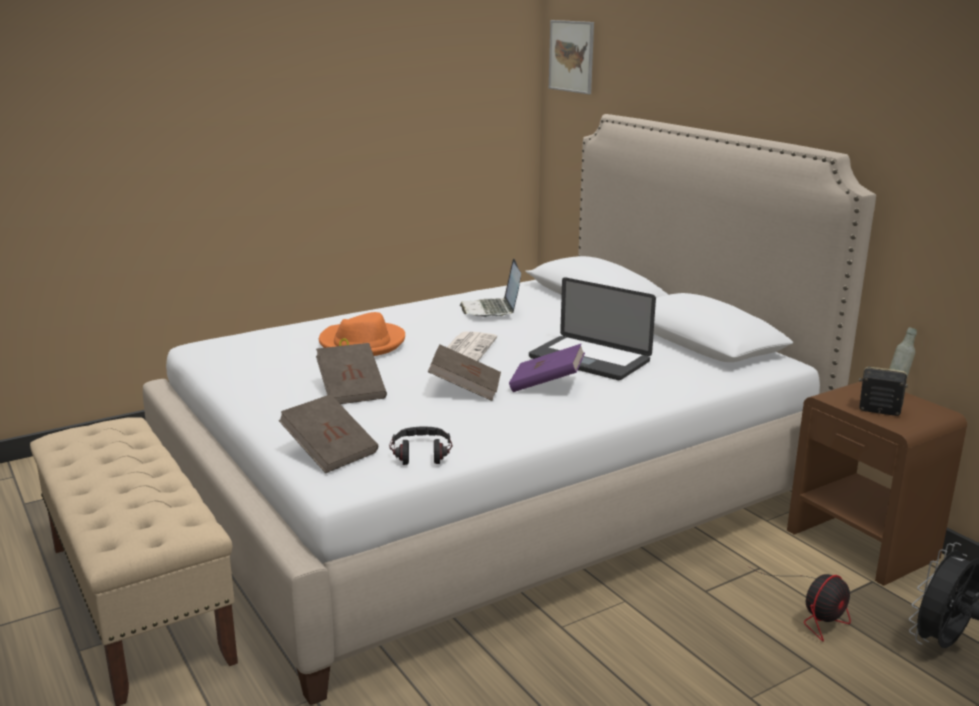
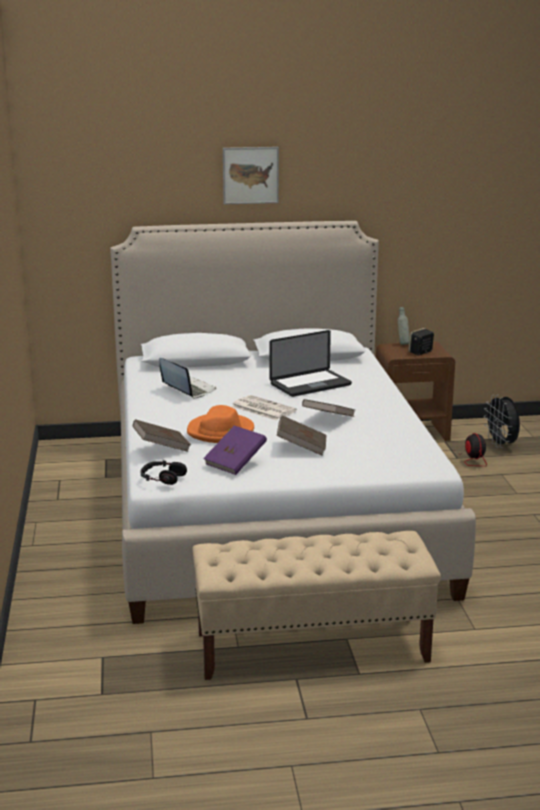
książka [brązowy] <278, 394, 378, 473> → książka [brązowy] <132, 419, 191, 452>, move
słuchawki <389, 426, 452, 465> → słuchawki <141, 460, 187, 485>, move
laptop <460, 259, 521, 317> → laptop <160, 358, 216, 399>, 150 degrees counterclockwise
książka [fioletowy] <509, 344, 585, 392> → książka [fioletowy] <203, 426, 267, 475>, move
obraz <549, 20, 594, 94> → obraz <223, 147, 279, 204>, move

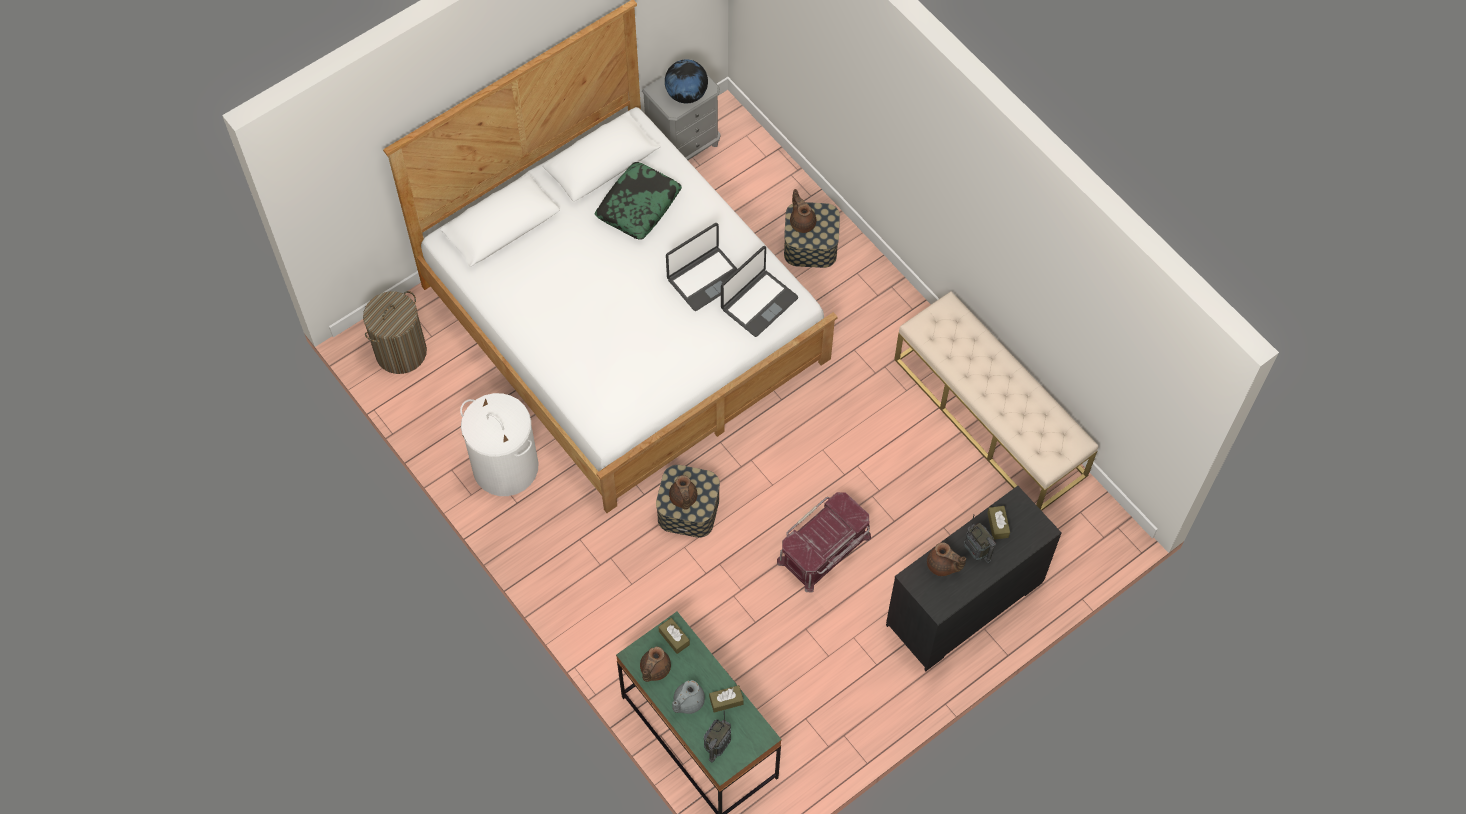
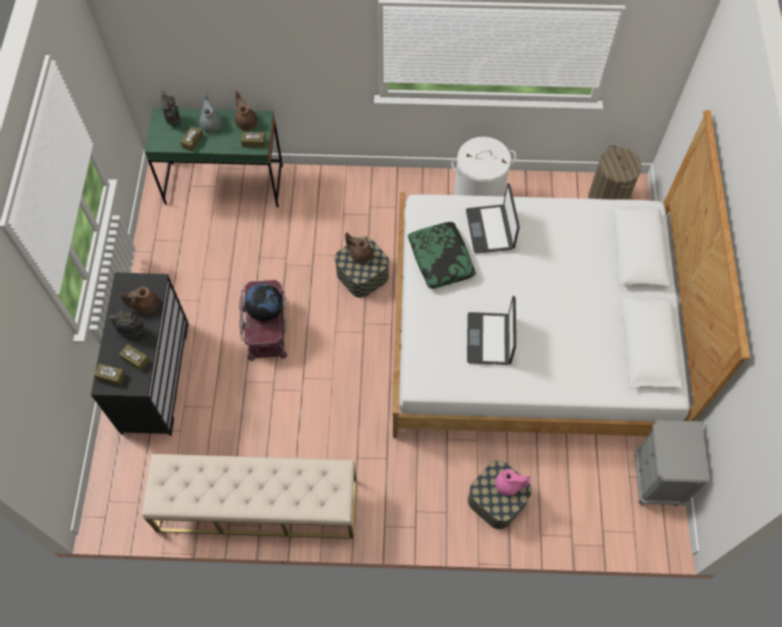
- → pudełko chusteczek [brązowy] <94, 363, 126, 386>
globus <665, 59, 708, 104> → globus <245, 284, 283, 321>, move
poduszka <594, 162, 682, 240> → poduszka <408, 222, 476, 289>, move
laptop <721, 246, 798, 337> → laptop <466, 183, 520, 254>, move
imbryk [brązowy] <790, 189, 816, 233> → imbryk [różowy] <495, 469, 531, 496>

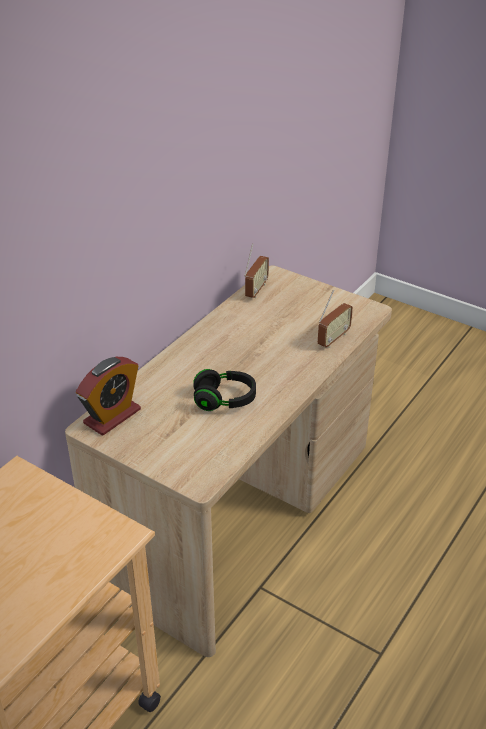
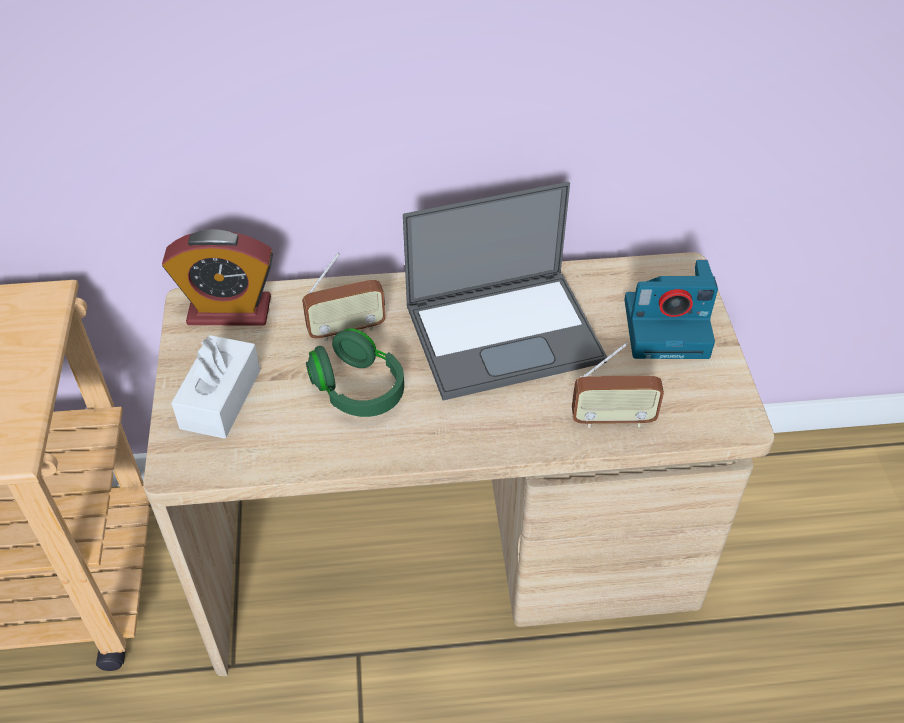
- → pudełko chusteczek [biały] <171, 335, 260, 439>
radio <244, 244, 269, 298> → radio <302, 253, 386, 341>, move
słuchawki [czarny] <193, 369, 256, 411> → słuchawki [zielony] <306, 328, 404, 417>
- → laptop <403, 182, 607, 401>
- → aparat fotograficzny <624, 260, 718, 359>

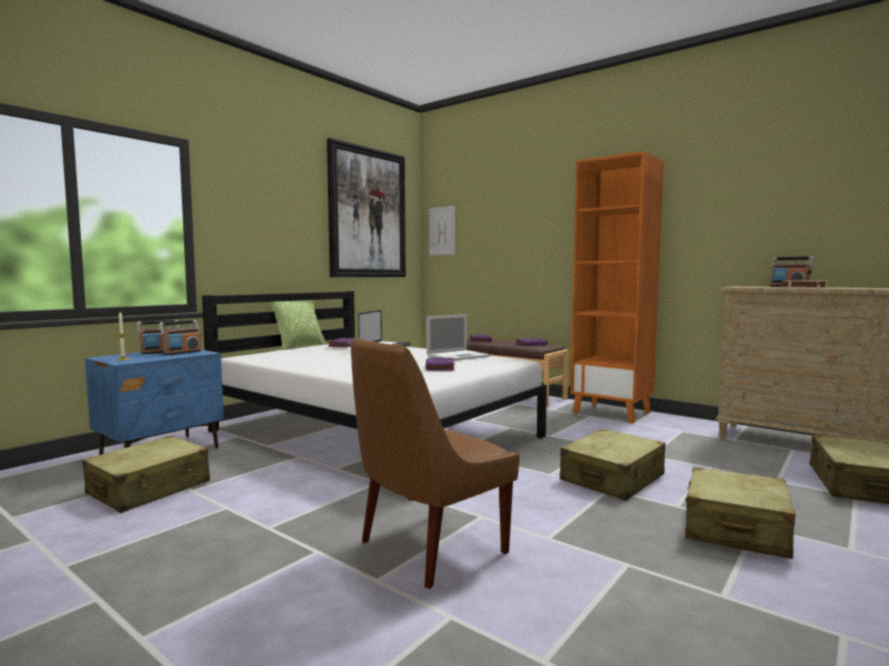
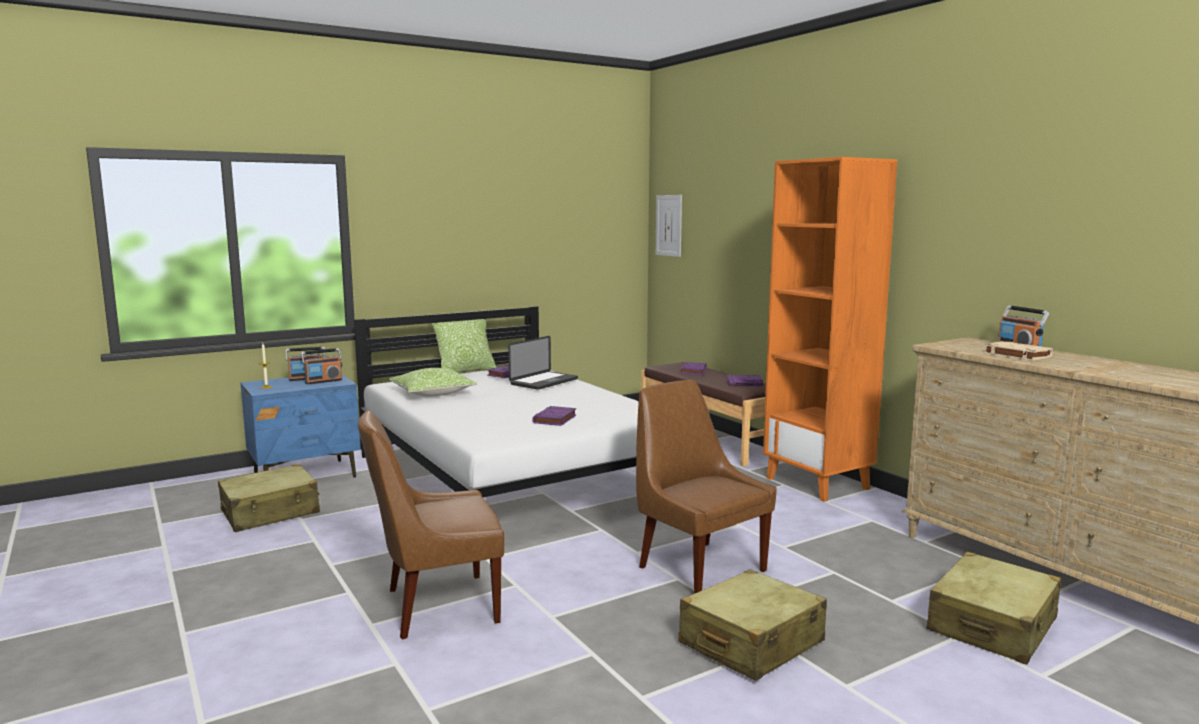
- → poduszka <389, 368, 477, 396>
walizka [beżowy] <560, 429, 665, 501> → krzesło [brązowy] <636, 380, 777, 594>
obraz <327, 138, 406, 277> → -
laptop <427, 314, 490, 361> → -

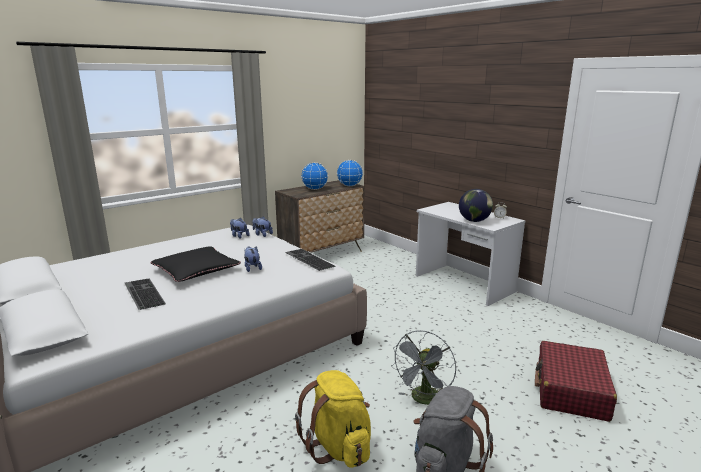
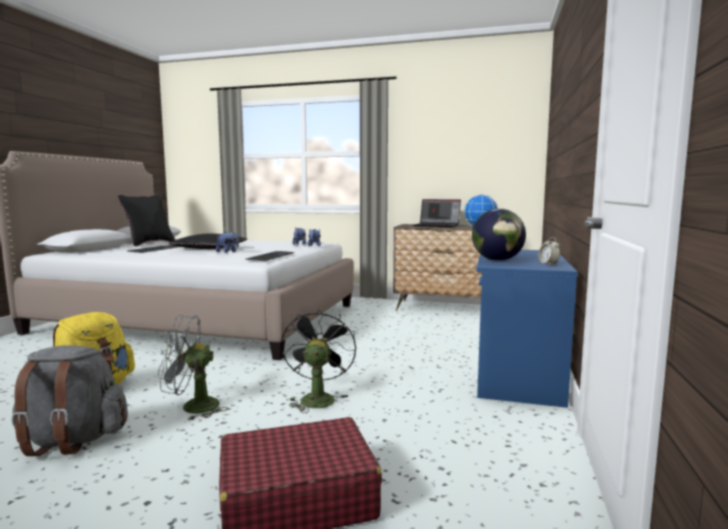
- → poduszka [czarny] <117, 194, 175, 246>
- → wentylator [czarny] <281, 308, 356, 413>
globus <302, 162, 328, 190> → laptop <413, 199, 461, 227>
biurko [biały] <416, 202, 525, 306> → biurko [niebieski] <476, 250, 578, 408>

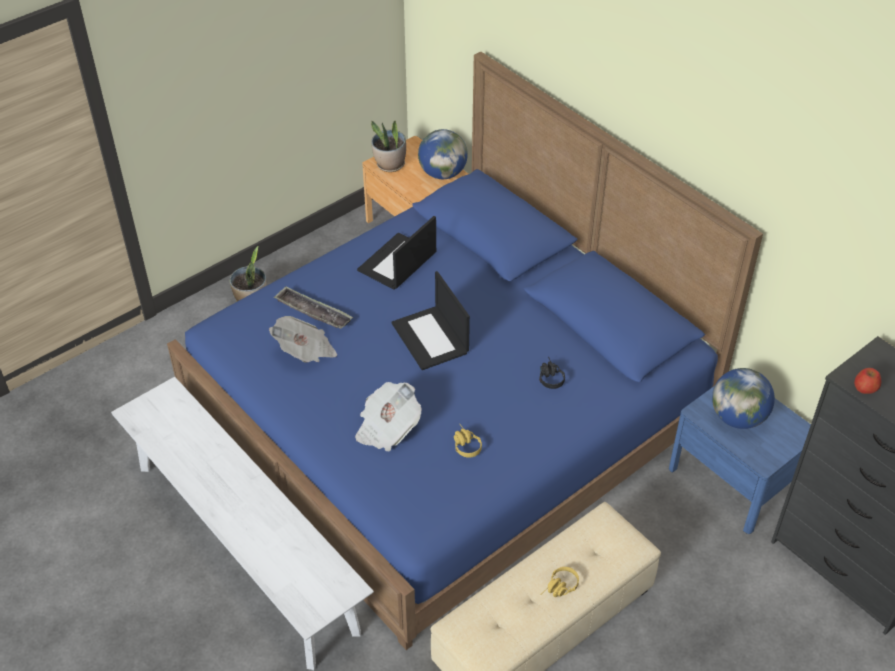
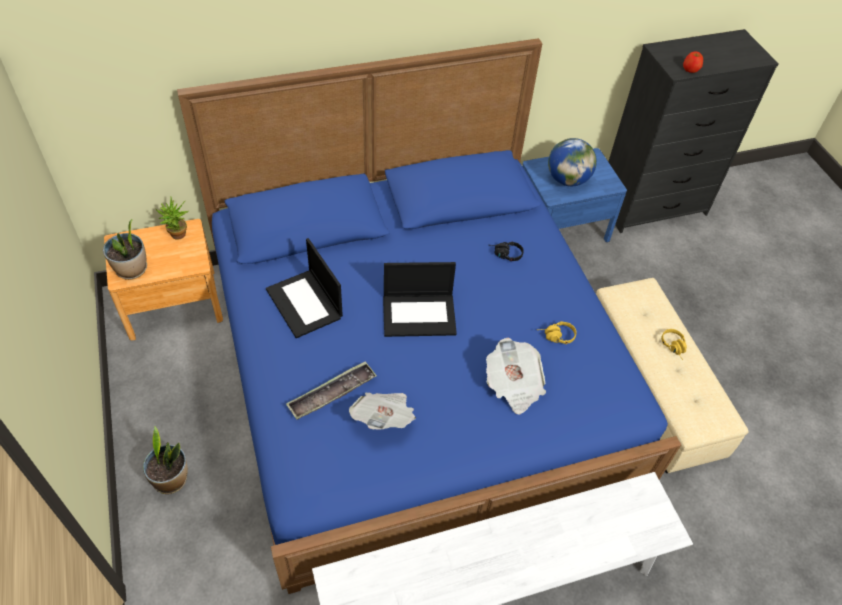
globus <418, 129, 468, 179> → roślina doniczkowa <156, 197, 189, 240>

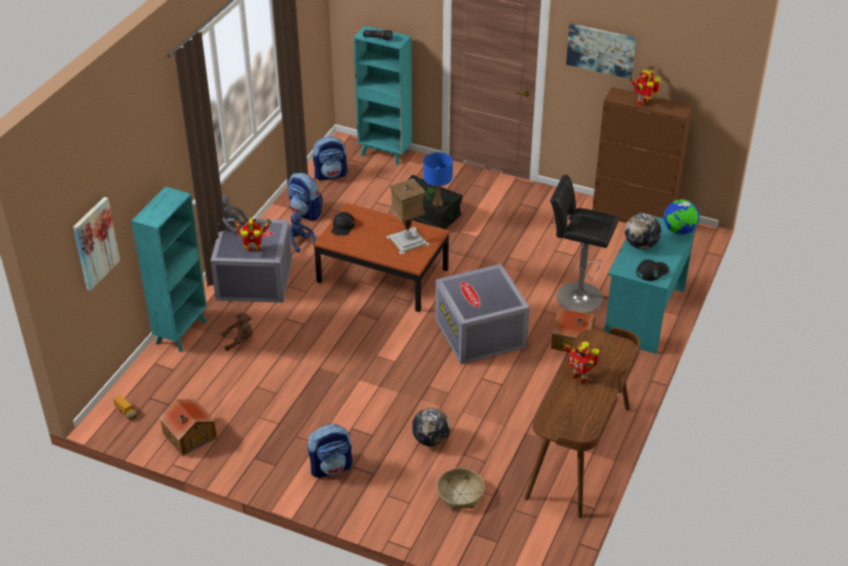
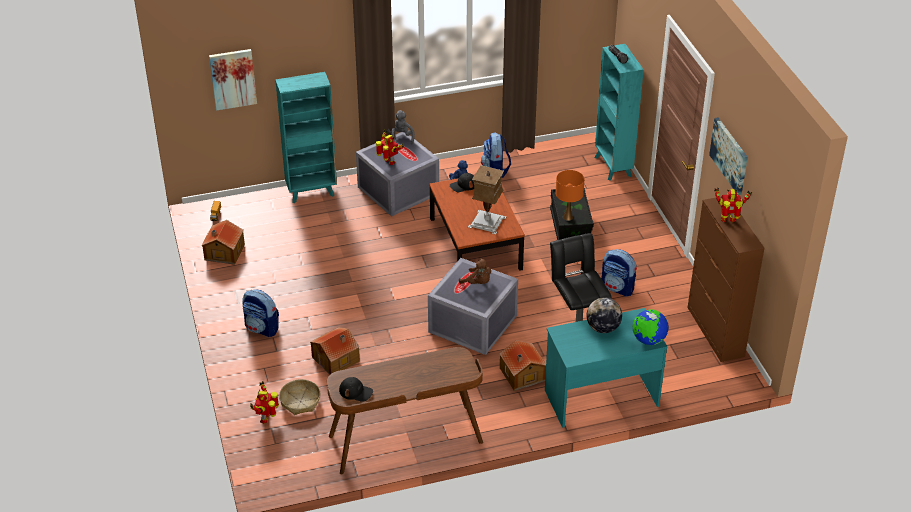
robot zabawkowy <561, 341, 599, 384> → robot zabawkowy <250, 381, 279, 424>, move
globus <412, 408, 450, 446> → domek <310, 327, 360, 375>
czapka z daszkiem [czarny] <636, 260, 669, 281> → czapka z daszkiem [czarny] <339, 377, 373, 402>, move
pluszak [brązowy] <222, 313, 253, 351> → pluszak [brązowy] <459, 259, 491, 284>, move
lampa stołowa [niebieski] <423, 152, 453, 206> → lampa stołowa [pomarańczowy] <556, 170, 584, 221>
plecak <313, 136, 347, 181> → plecak <601, 249, 637, 297>, move

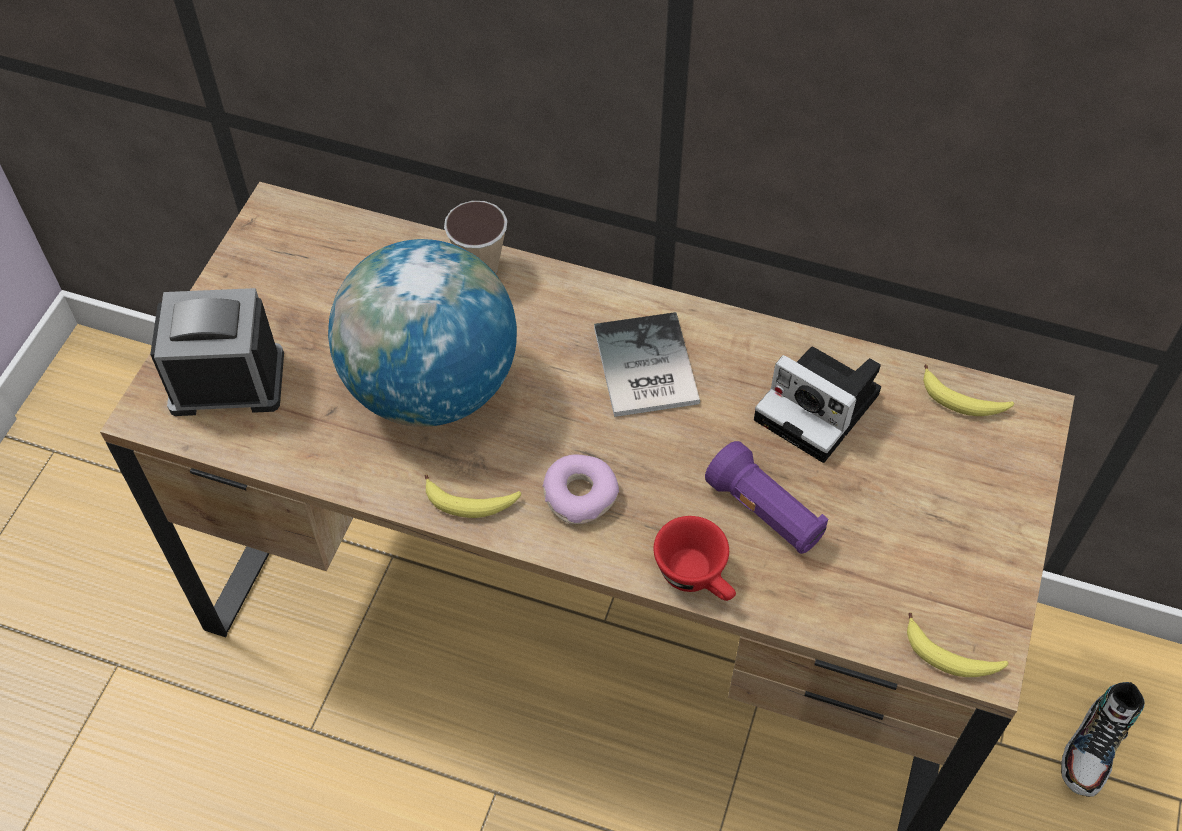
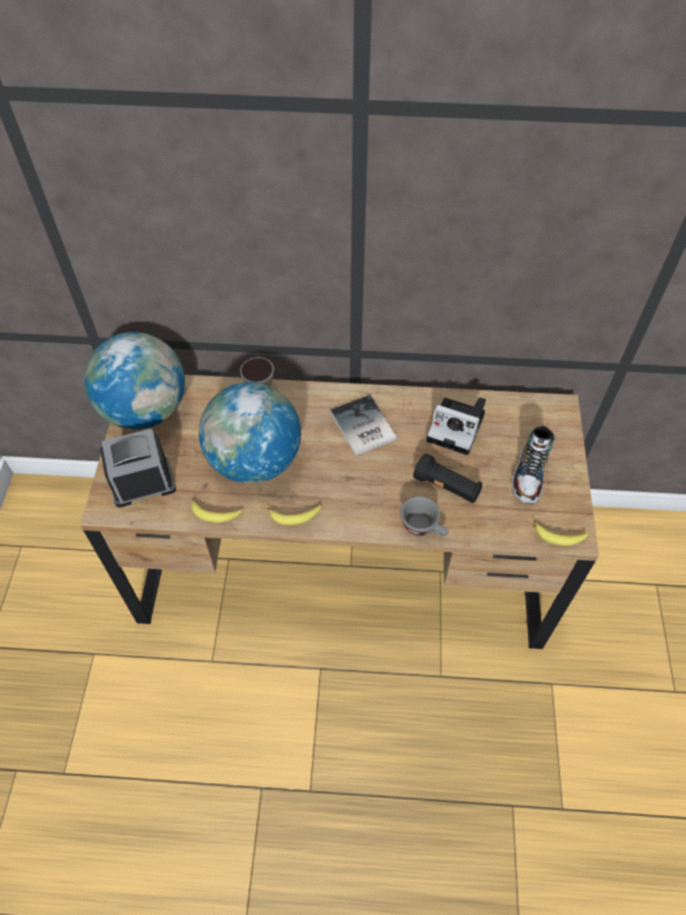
- → globus <85, 332, 185, 429>
banan <923, 364, 1014, 416> → banan <192, 498, 242, 523>, move
filiżanka [czerwony] <654, 516, 736, 601> → filiżanka [szary] <400, 496, 448, 536>
latarka [fioletowy] <705, 441, 828, 554> → latarka [czarny] <413, 453, 483, 503>
but <1061, 682, 1145, 797> → but <512, 426, 555, 504>, move
donut <542, 455, 619, 524> → -

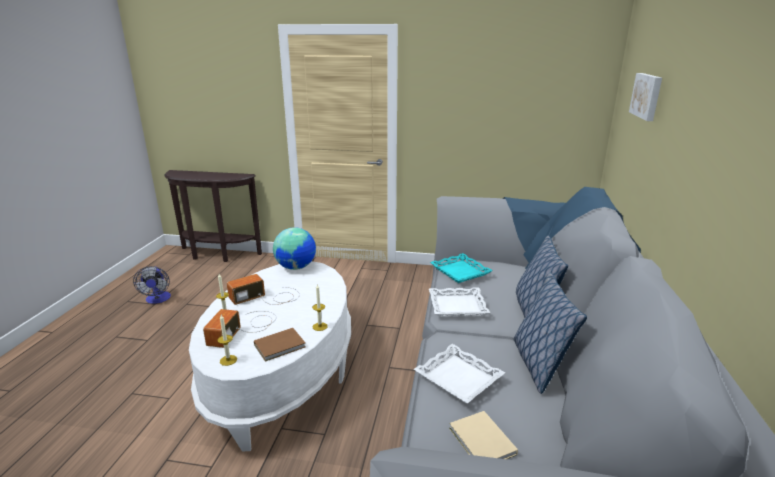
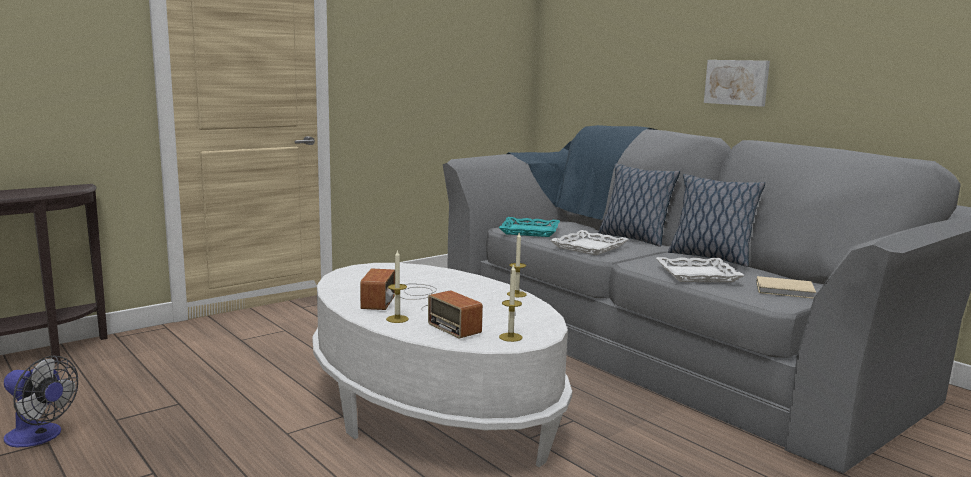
obraz <629, 73, 662, 121> → obraz <704, 60, 770, 107>, move
książka [brązowy] <254, 328, 306, 362> → -
globus <273, 227, 316, 270> → -

